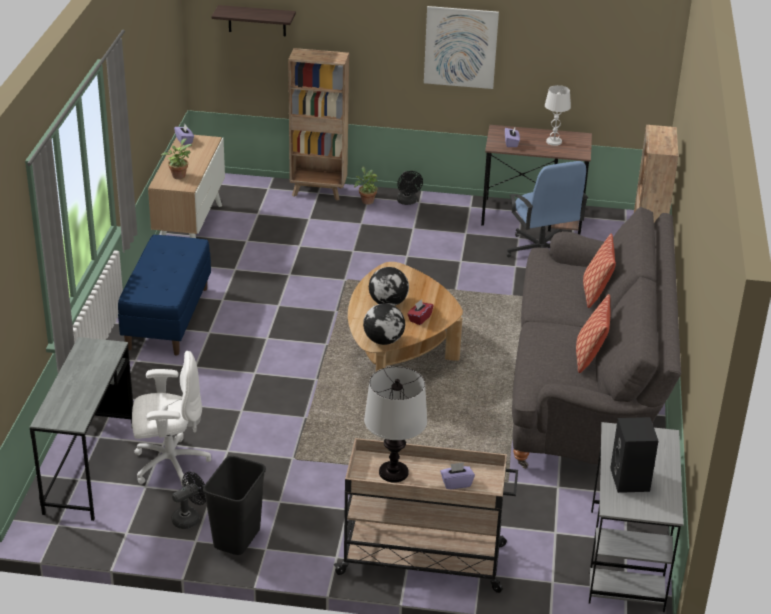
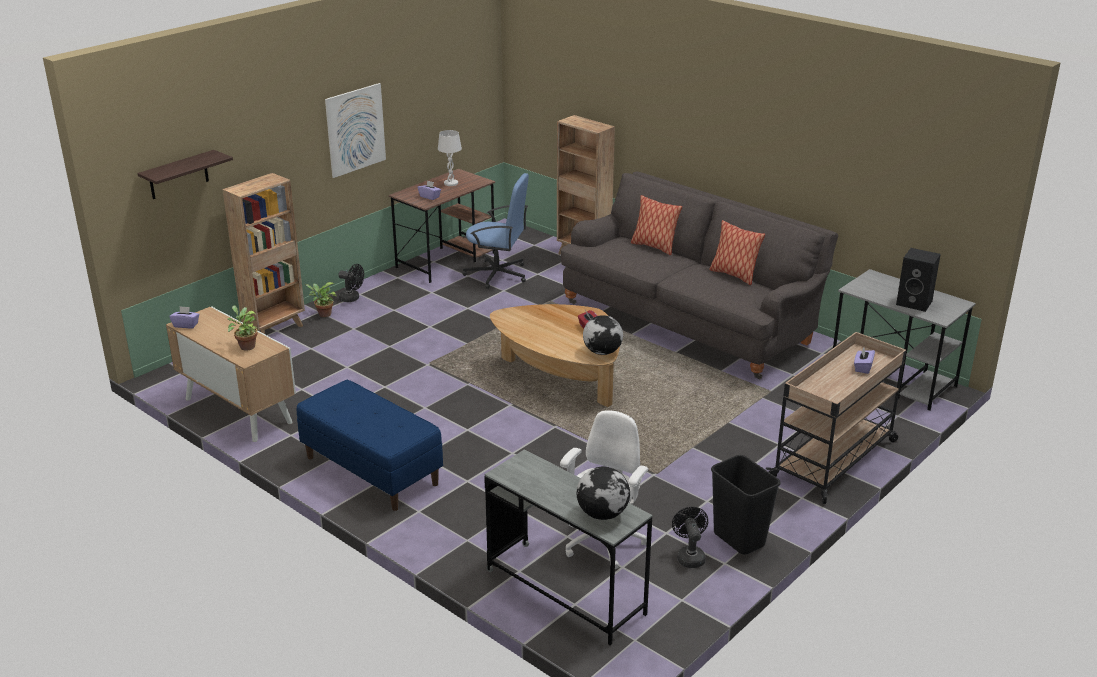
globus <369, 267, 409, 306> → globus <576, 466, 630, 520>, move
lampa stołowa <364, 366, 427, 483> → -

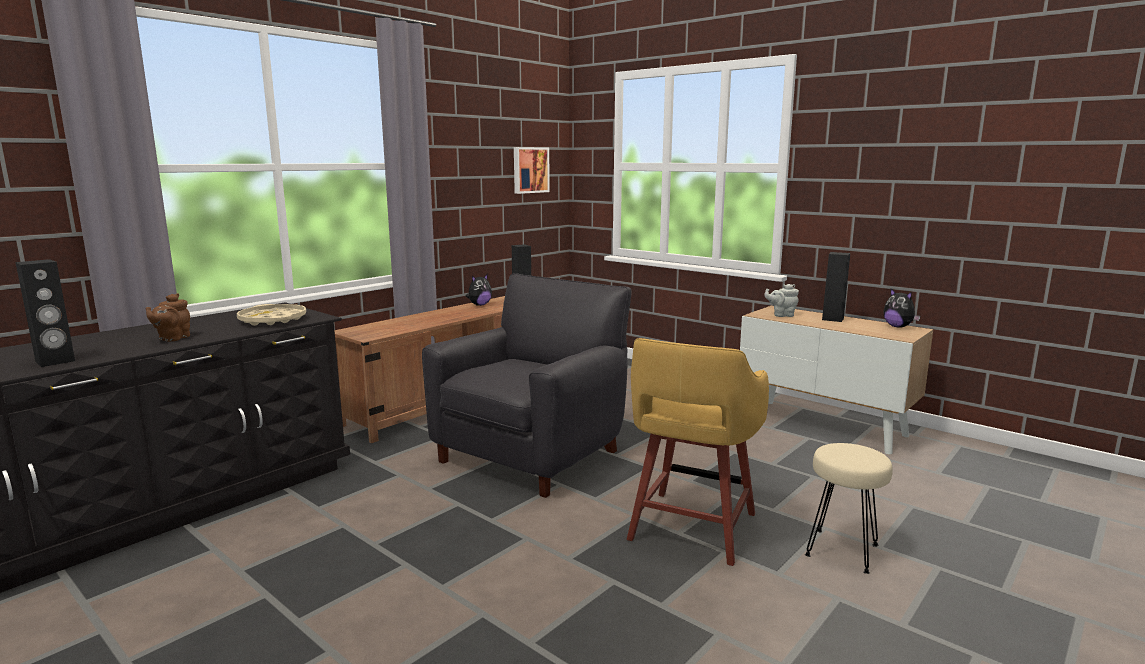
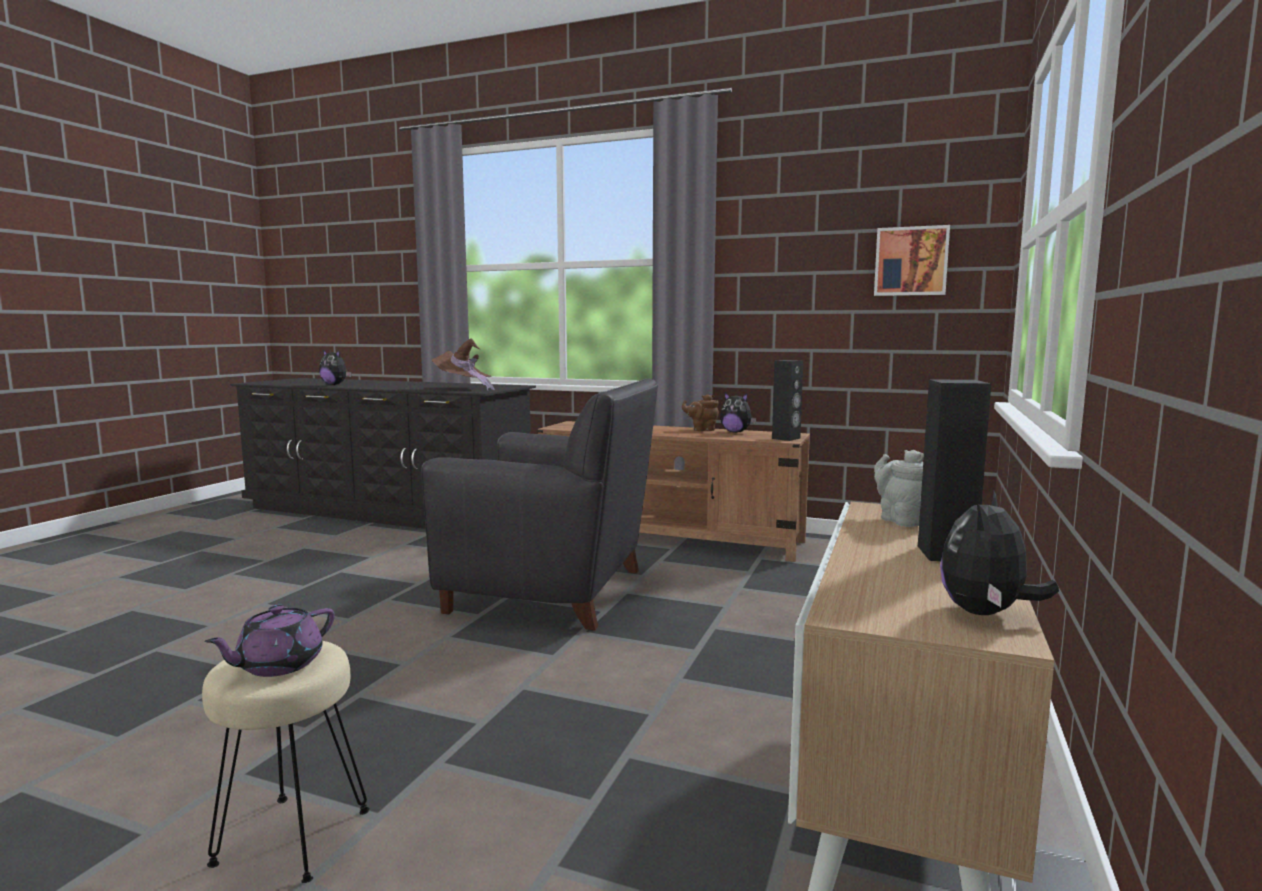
- → imbryk [fioletowy] <204, 604, 335, 677>
głośnik [czarny] <15, 259, 75, 367> → pluszak <319, 350, 352, 385>
taca [beżowy] <237, 304, 306, 326> → kapelusz [brązowy] <431, 338, 495, 391>
imbryk [brązowy] <145, 293, 190, 342> → imbryk [brązowy] <682, 394, 719, 431>, move
stołek [żółty] <627, 338, 769, 566> → -

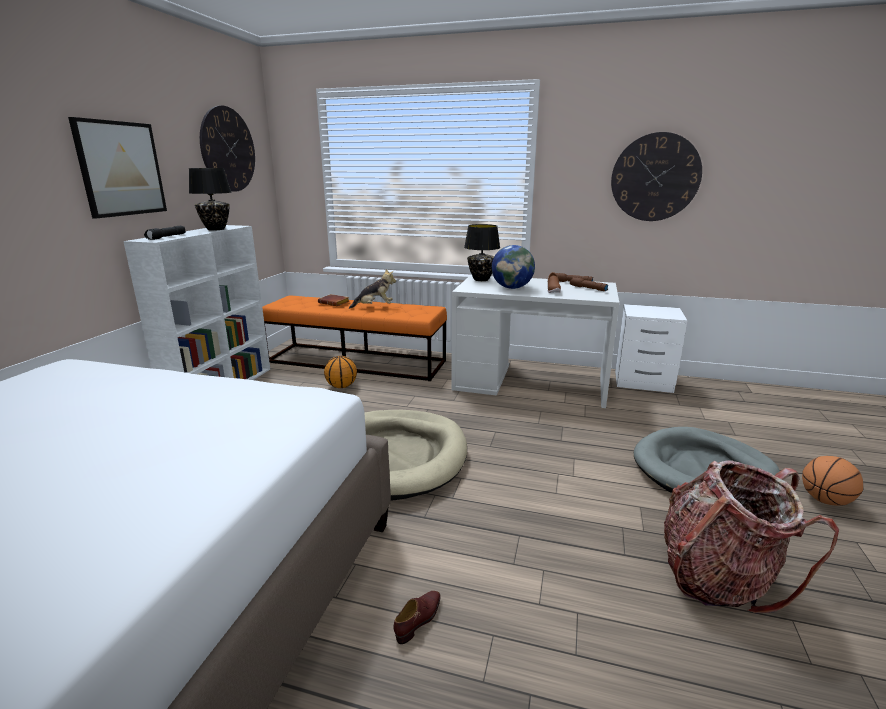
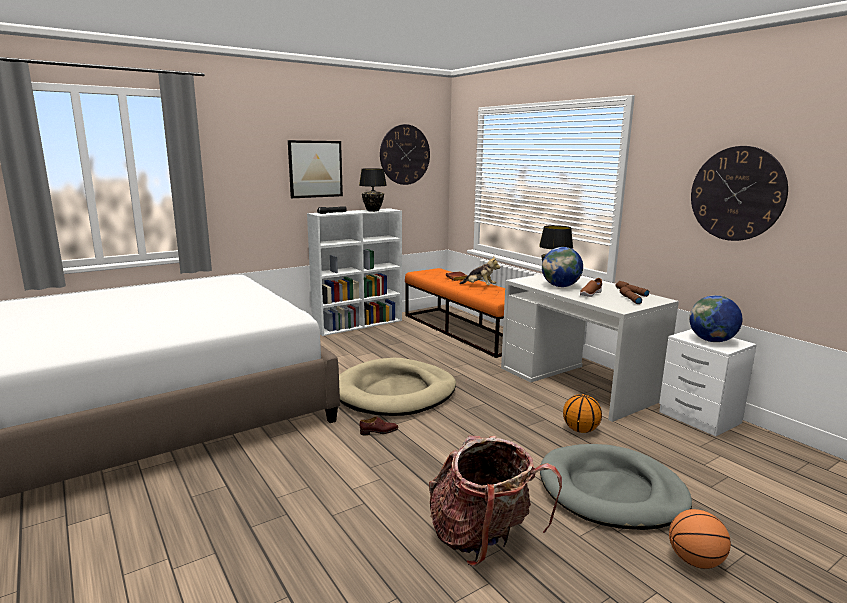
but [brązowy] <393, 591, 441, 644> → but [brązowy] <360, 416, 398, 436>, move
piłka do koszykówki <324, 356, 357, 388> → piłka do koszykówki <563, 394, 602, 433>, move
- → globus <689, 295, 742, 342>

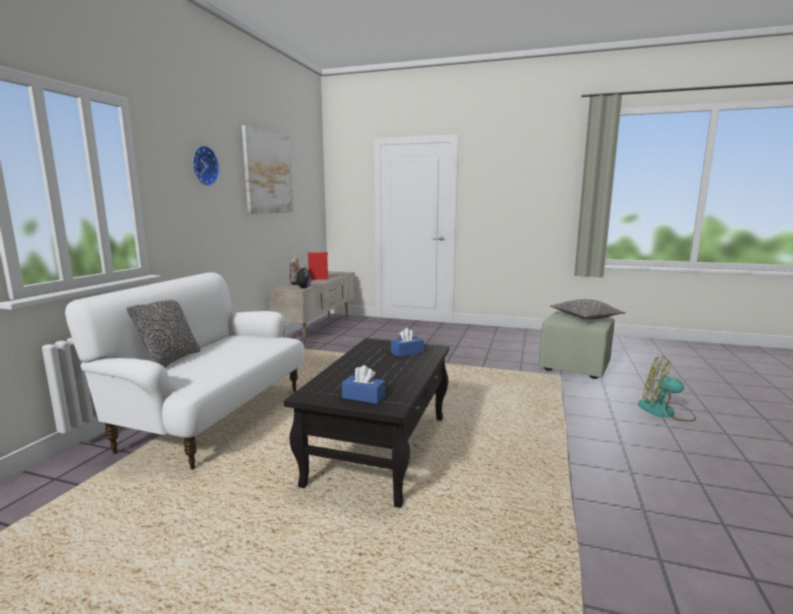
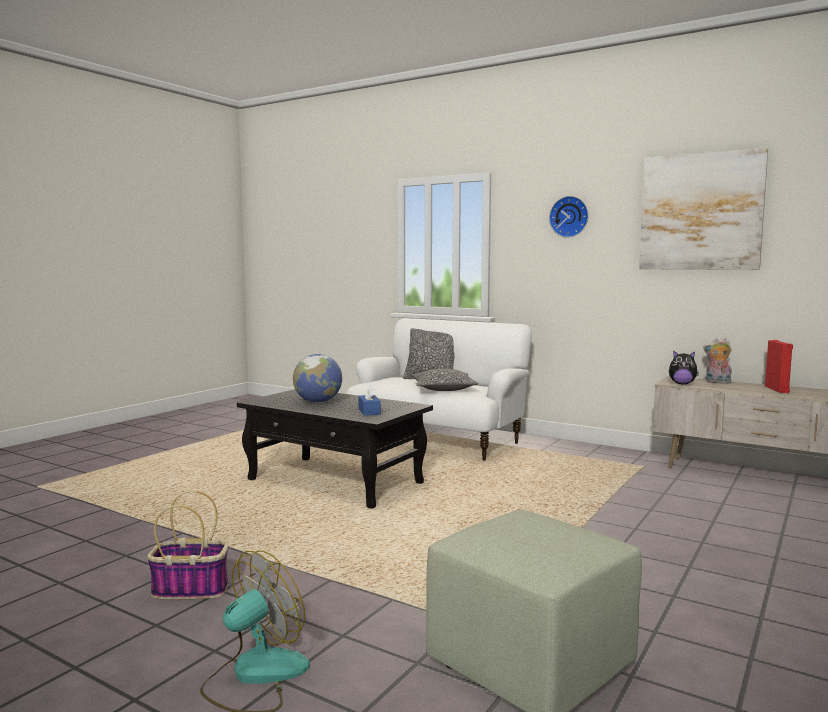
- → koszyk <147, 490, 228, 599>
- → globus <293, 354, 342, 403>
poduszka <550, 299, 625, 319> → poduszka <411, 369, 478, 391>, move
pudełko chusteczek [niebieski] <342, 365, 385, 404> → -

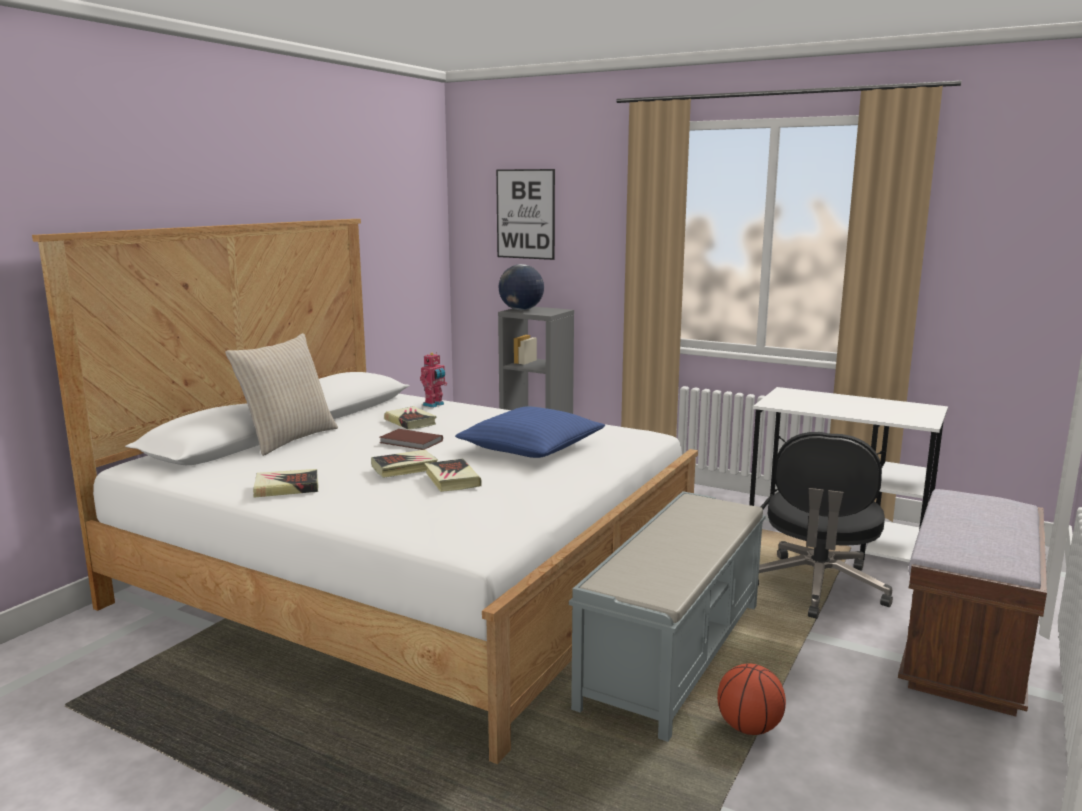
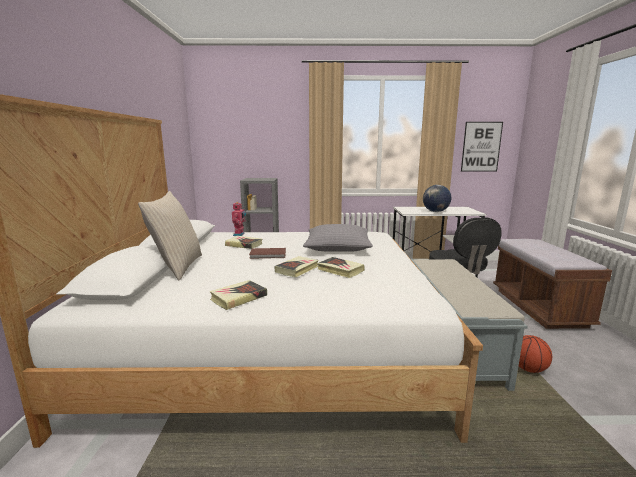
poduszka [niebieski] <455, 406, 605, 458> → poduszka [szary] <303, 224, 373, 252>
globus <499, 264, 544, 310> → globus <423, 185, 451, 212>, move
obraz <496, 169, 555, 260> → obraz <461, 122, 503, 172>, move

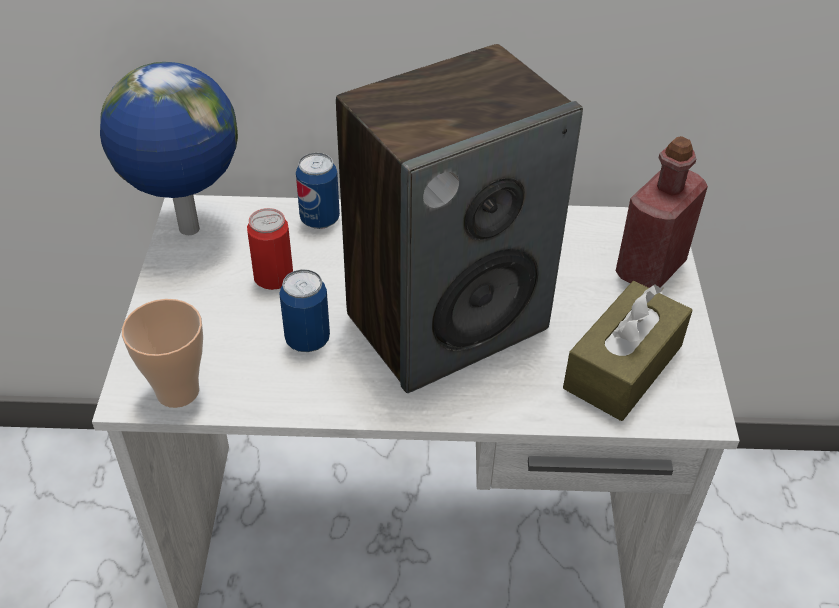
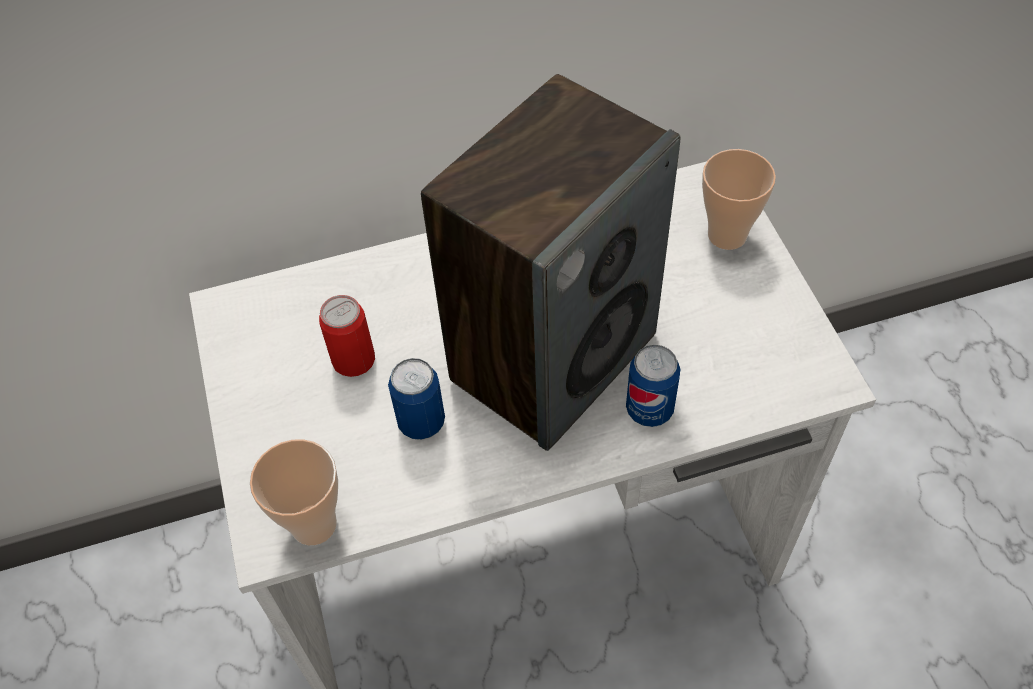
puszka <296, 153, 340, 229> → puszka <626, 345, 680, 427>, move
butelka [czerwony] <616, 136, 708, 288> → filiżanka <702, 149, 776, 250>
globus <100, 62, 238, 235> → -
pudełko chusteczek [brązowy] <563, 281, 693, 421> → -

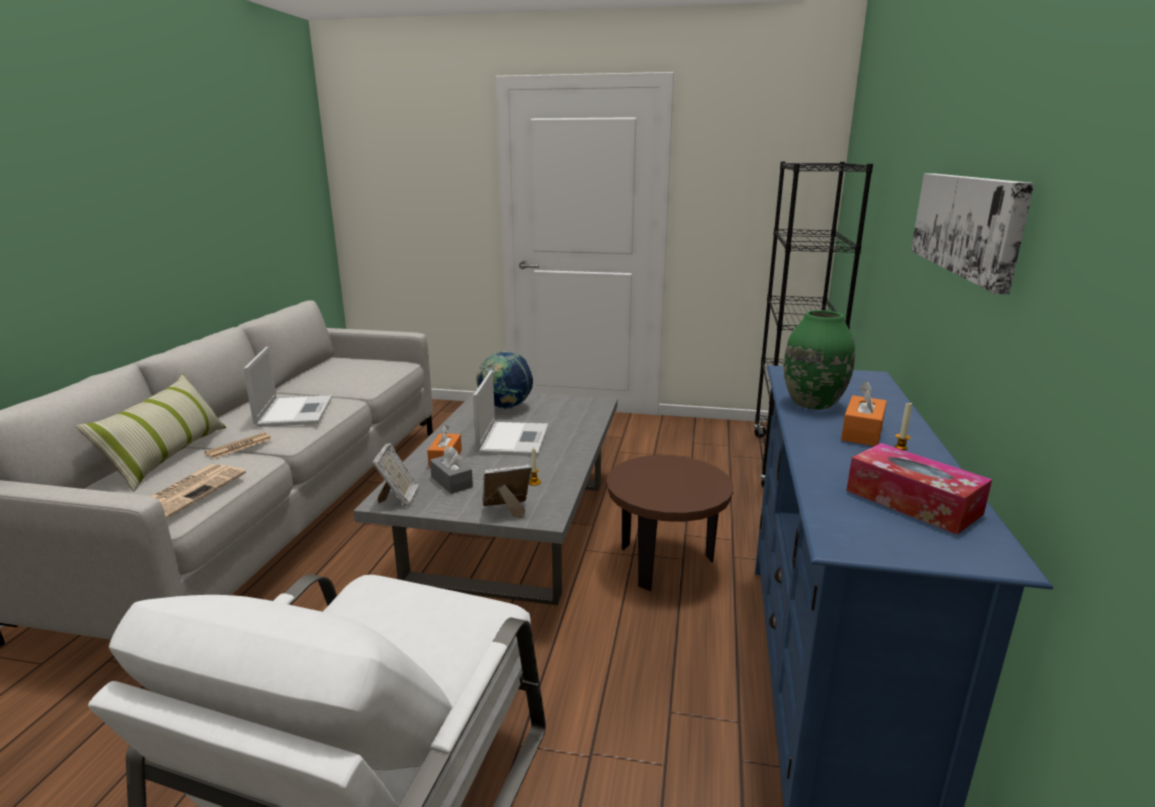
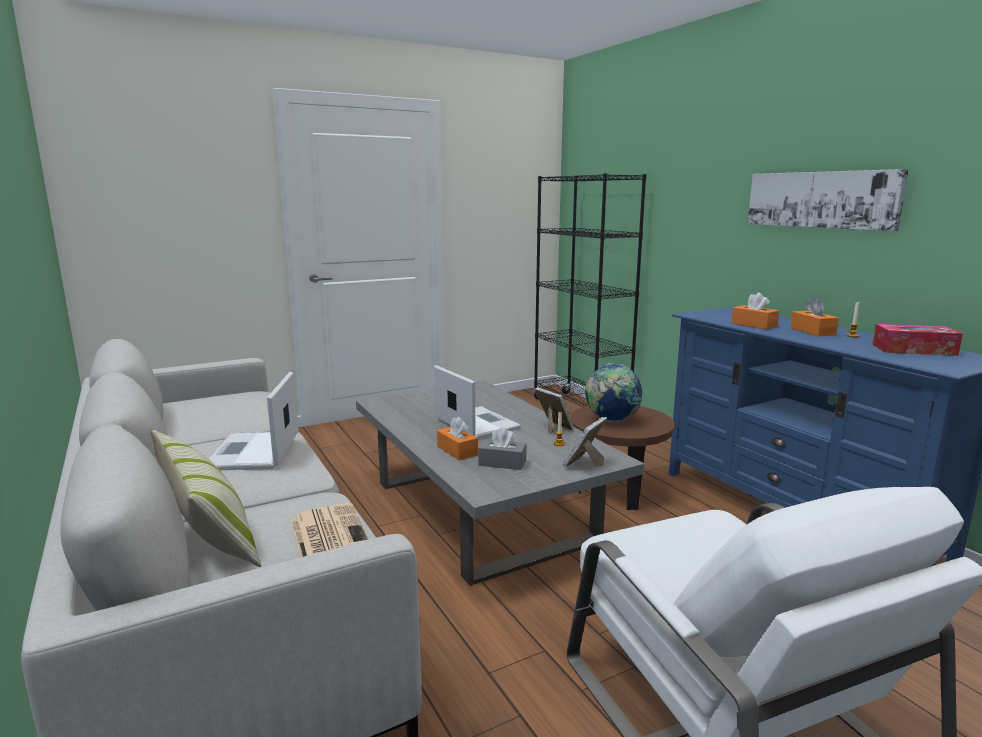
laptop <243, 347, 332, 427> → laptop <208, 372, 298, 470>, 135 degrees counterclockwise
ramka na zdjęcie <373, 443, 419, 507> → ramka na zdjęcie <534, 387, 574, 434>, move
globus <476, 351, 533, 409> → globus <585, 363, 643, 422>, move
wazon [zielony] <784, 310, 855, 410> → pudełko chusteczek [pomarańczowy] <731, 292, 779, 330>
gazeta <204, 432, 272, 459> → -

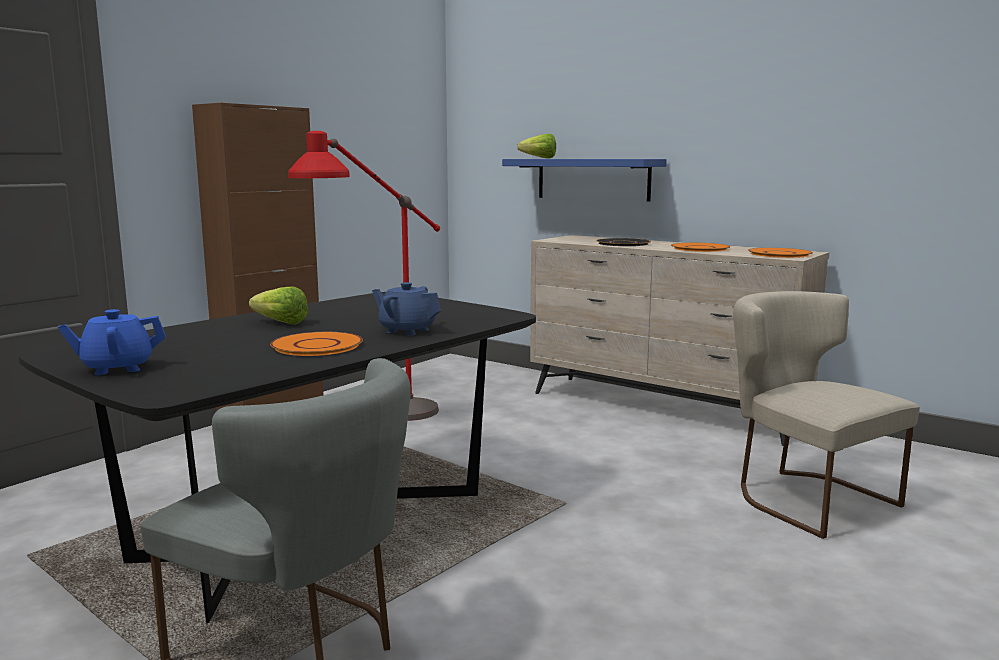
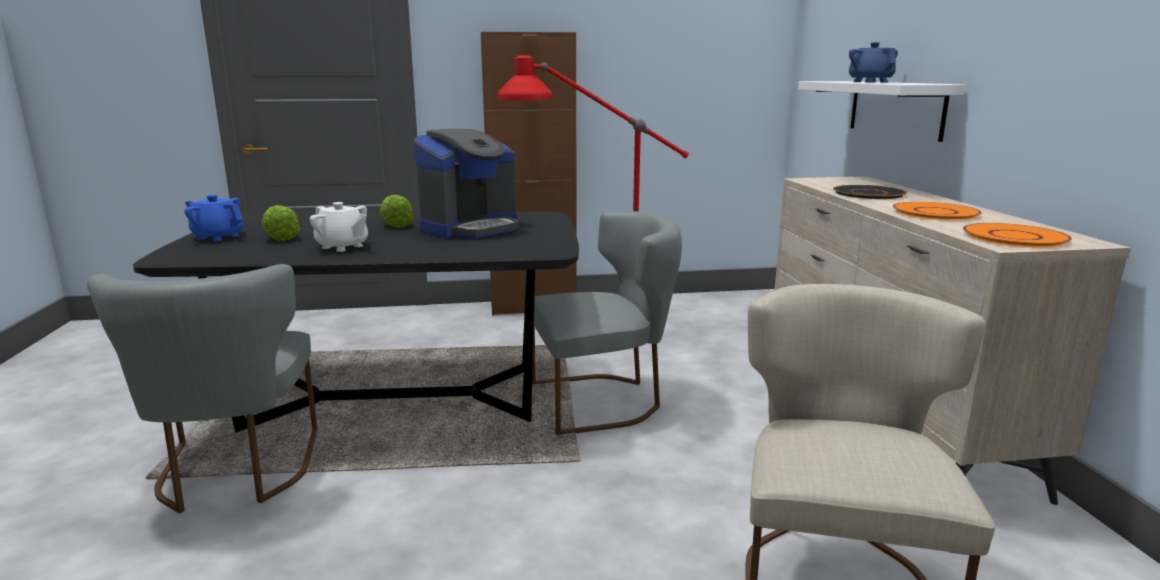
sałata <517, 134, 556, 159> → sałata <262, 205, 300, 241>, move
talerz [pomarańczowy] <270, 332, 363, 356> → imbryk [biały] <310, 202, 368, 252>
- → ekspres do kawy <414, 129, 519, 239>
- → krzesło [szary] <532, 211, 682, 435>
półka [niebieski] <502, 159, 667, 201> → półka [biały] <798, 81, 965, 142>
imbryk [niebieski] <372, 282, 441, 336> → imbryk [niebieski] <849, 42, 898, 83>, move

